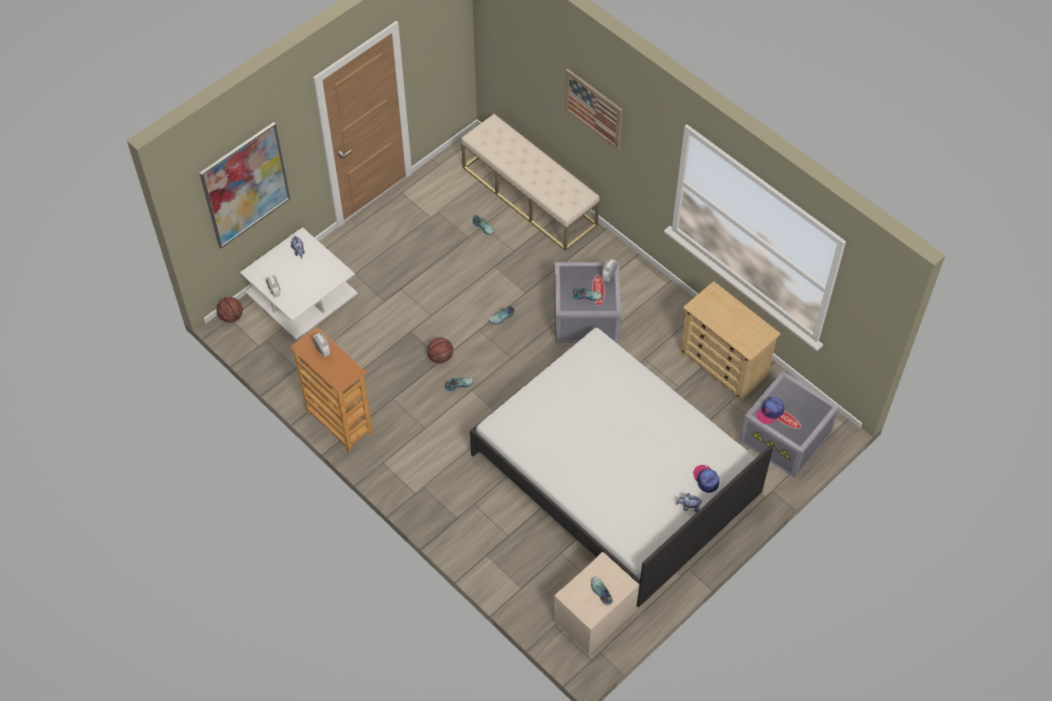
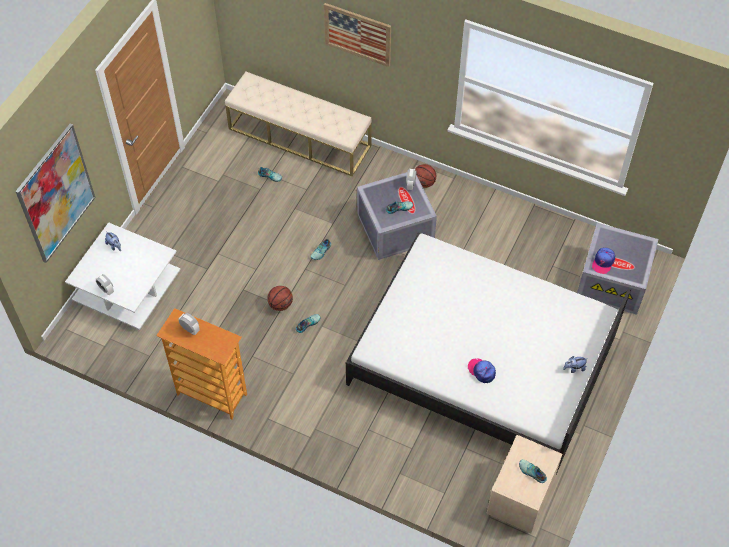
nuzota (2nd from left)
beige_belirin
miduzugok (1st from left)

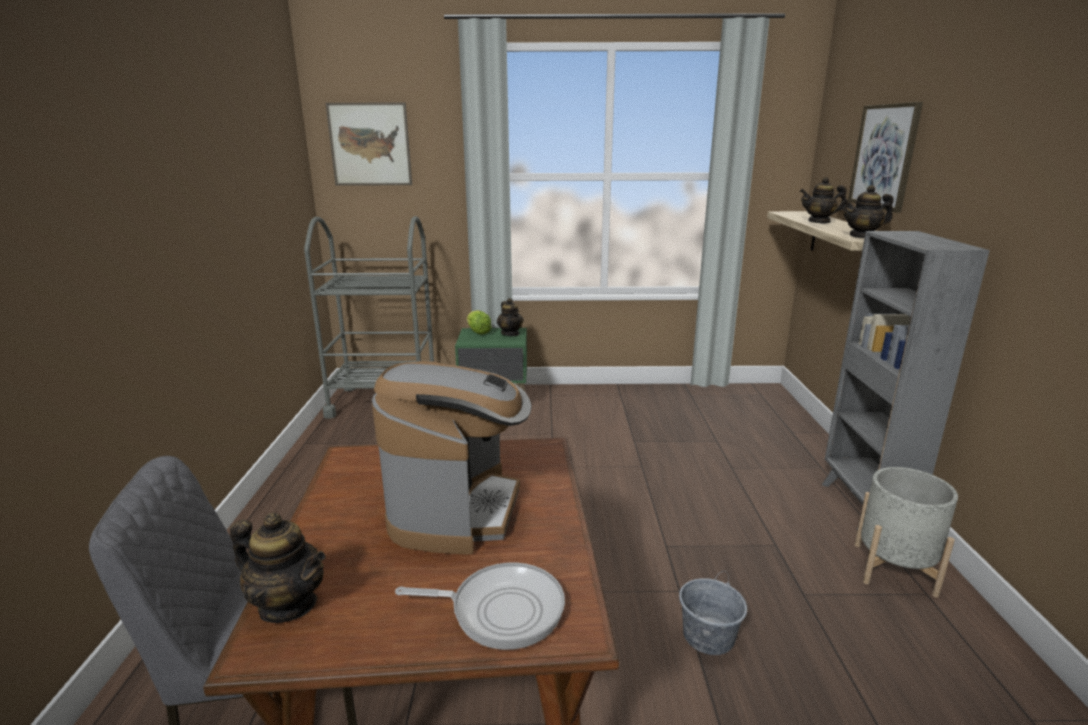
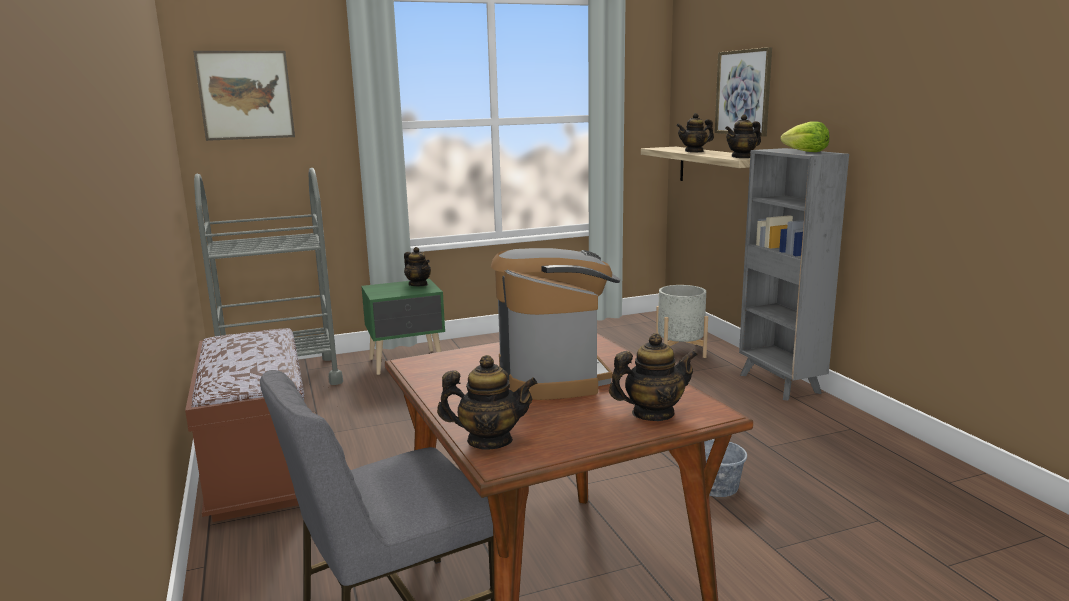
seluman (3rd from left)
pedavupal
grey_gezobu
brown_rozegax

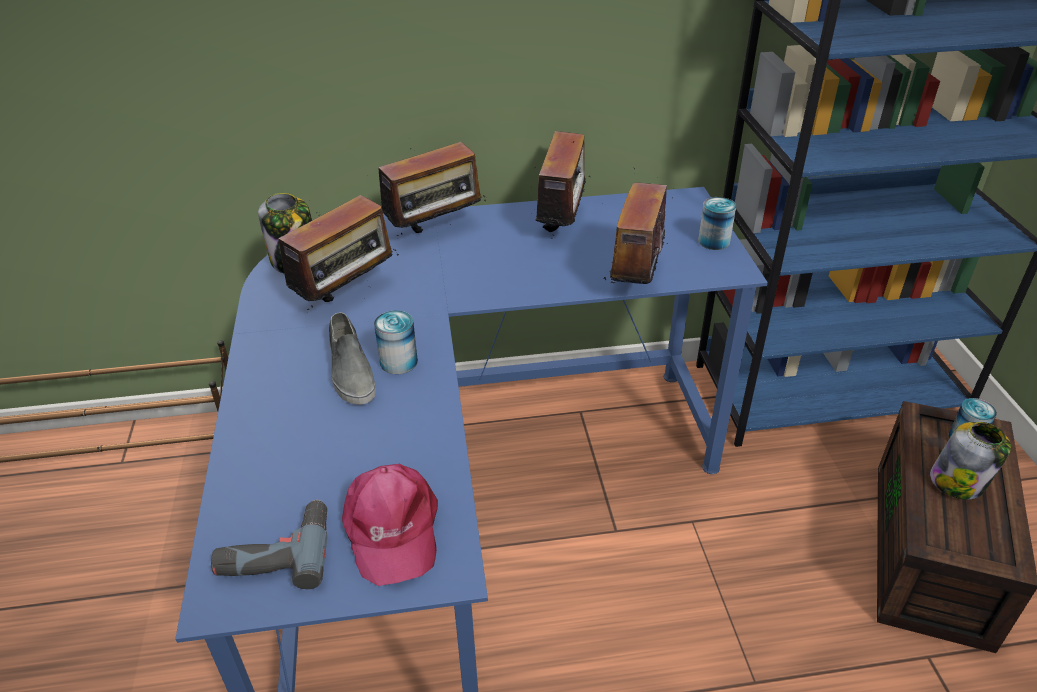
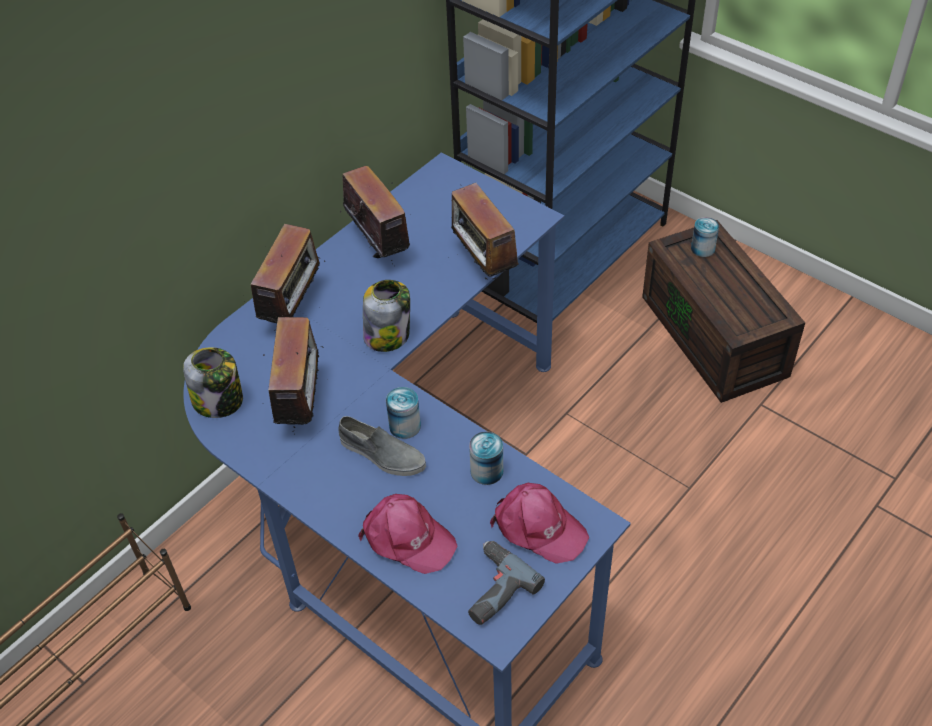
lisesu (2nd from left)
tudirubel (2nd from left)
pink_miduzugok (1st from left)

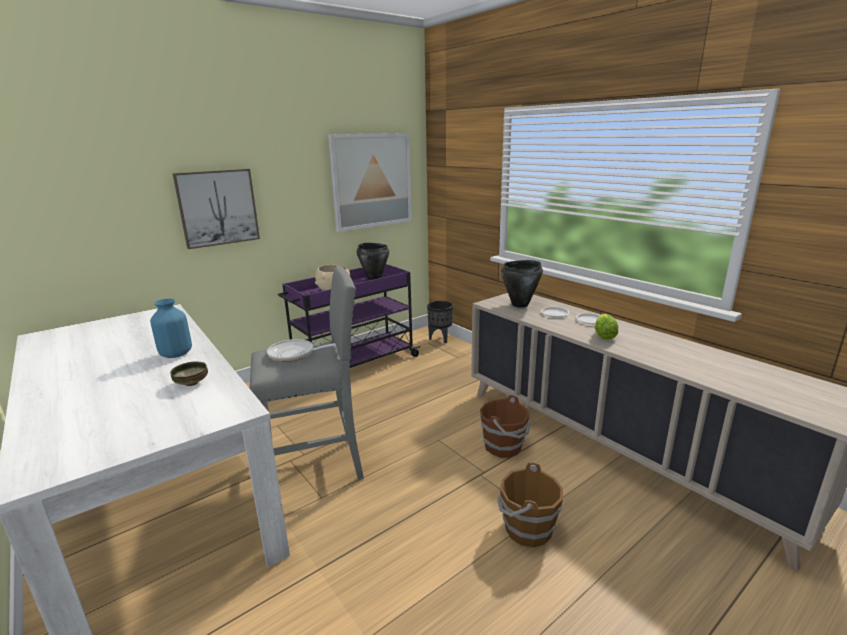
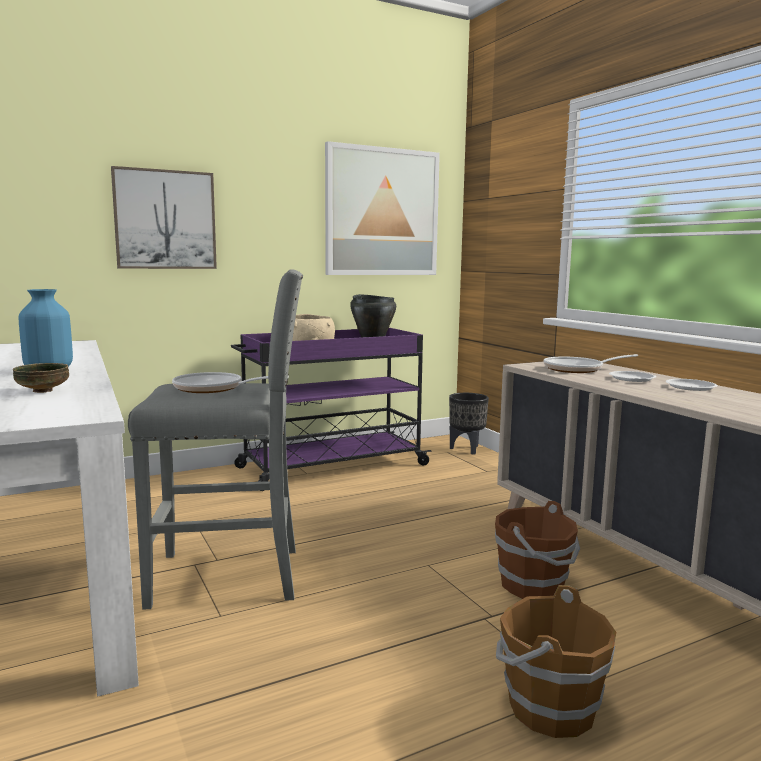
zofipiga (2nd from left)
pedavupal

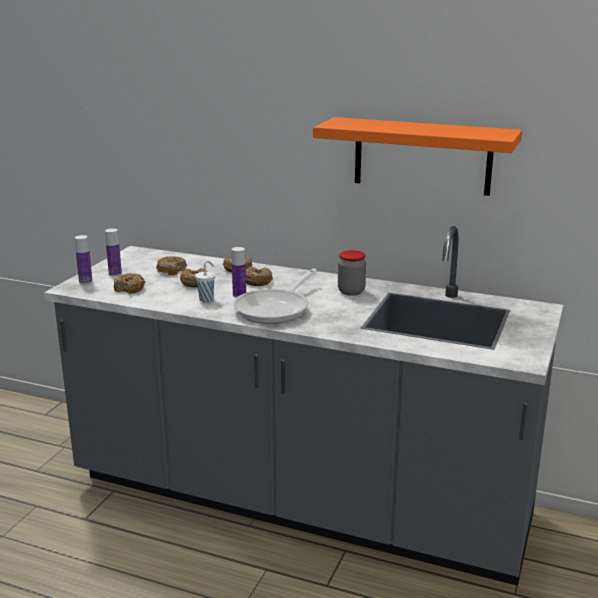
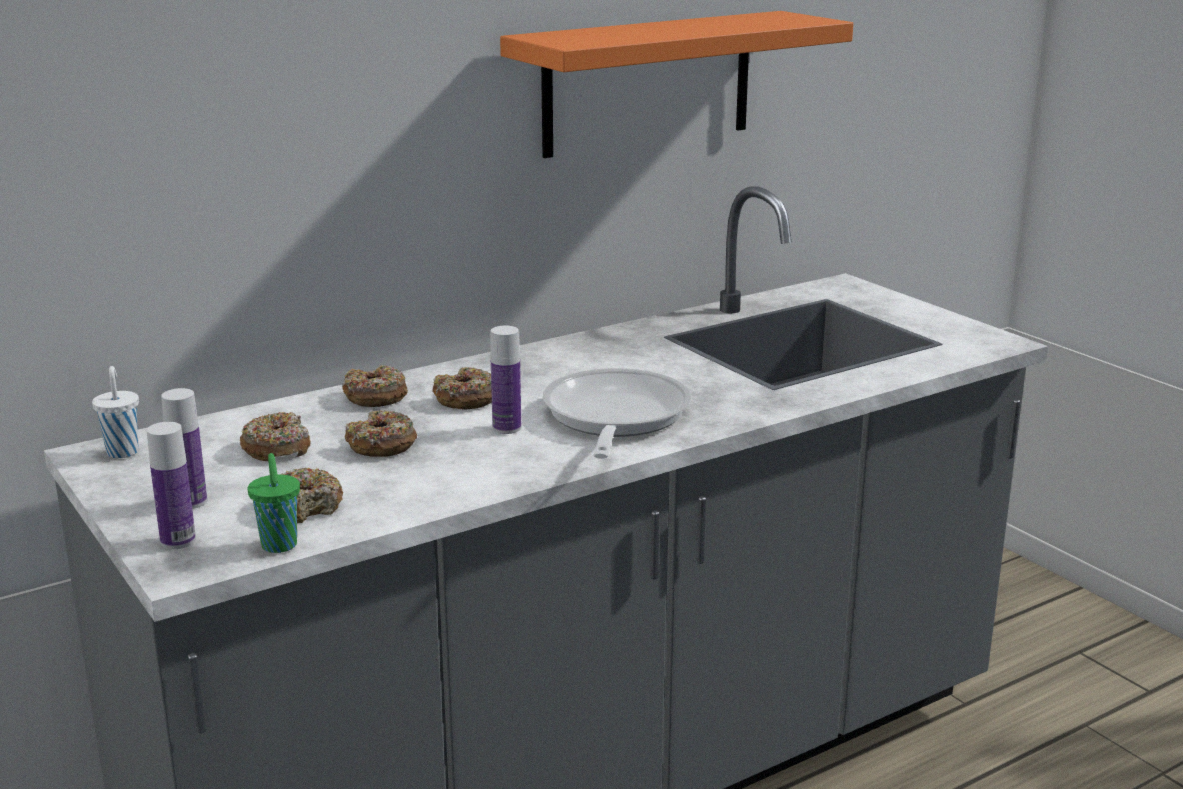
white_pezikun
zofipiga
tudirubel
green_pezikun

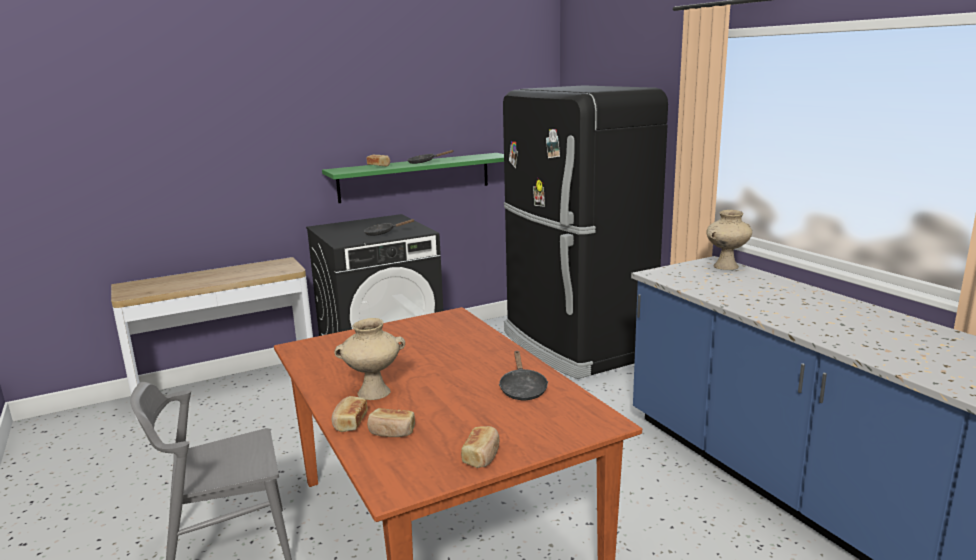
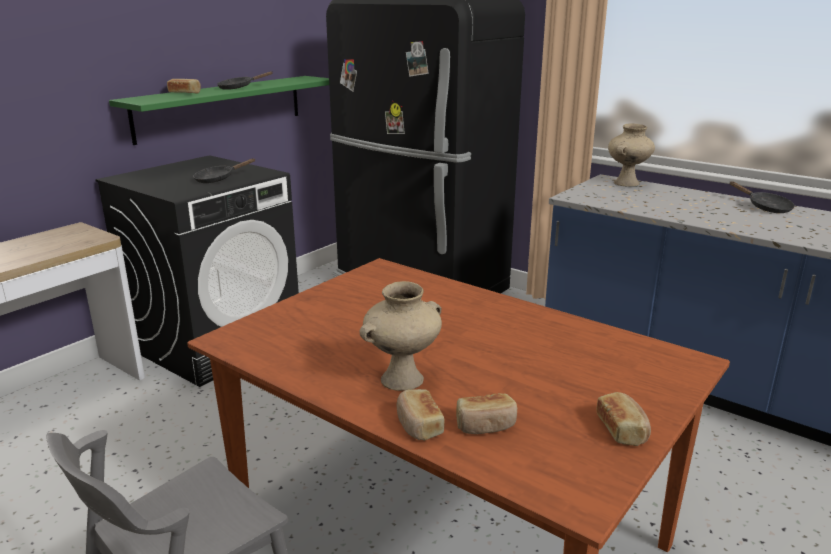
black_zofipiga (3rd from left)

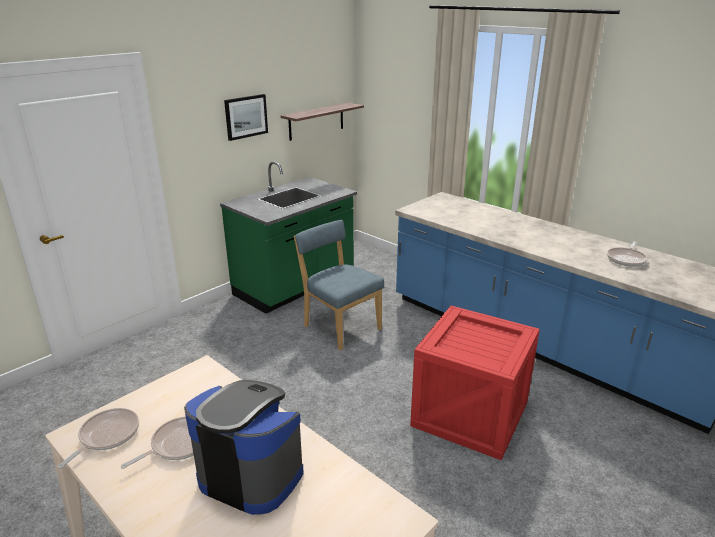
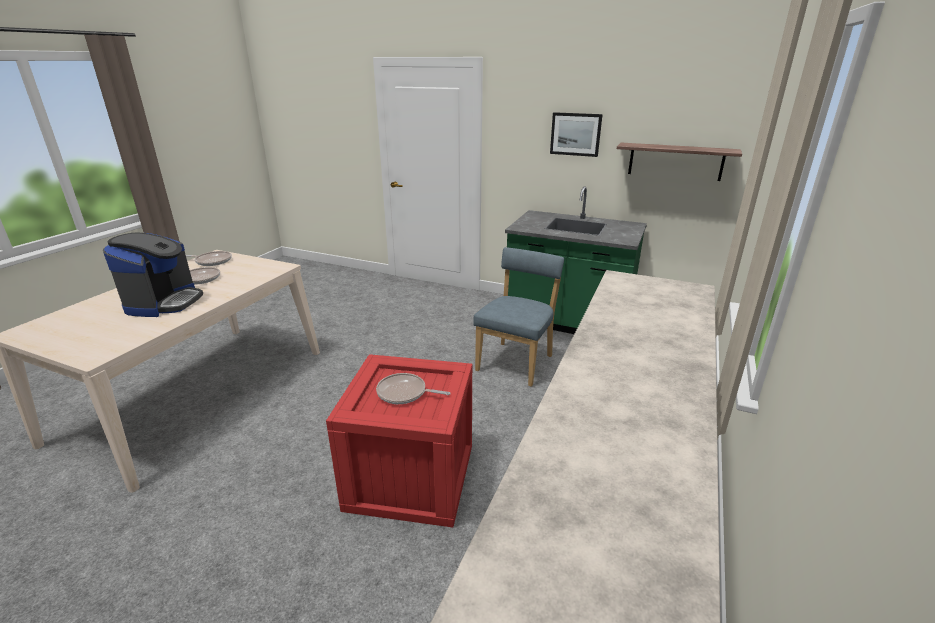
zofipiga (3rd from left)

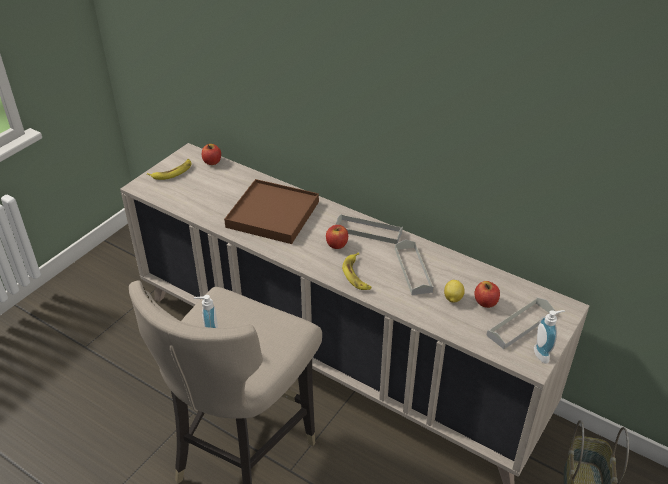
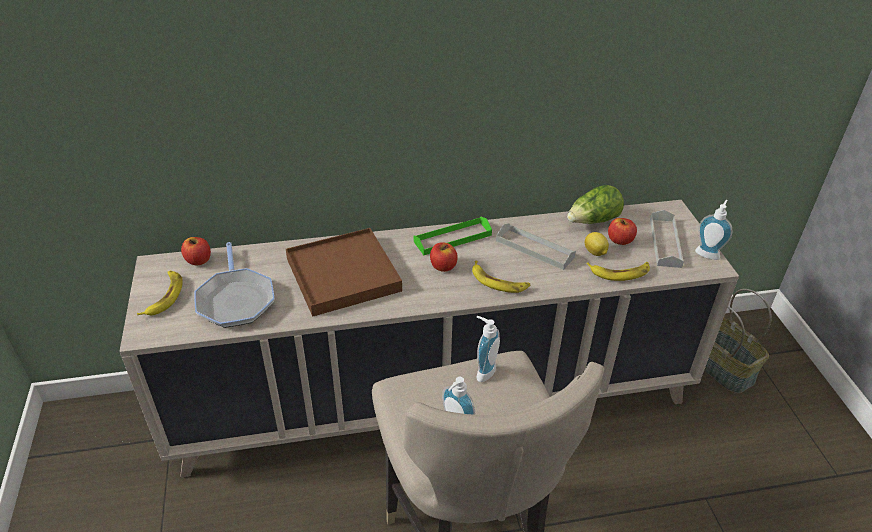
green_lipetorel
zofipiga
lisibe (2nd from left)
pedavupal
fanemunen (3rd from left)

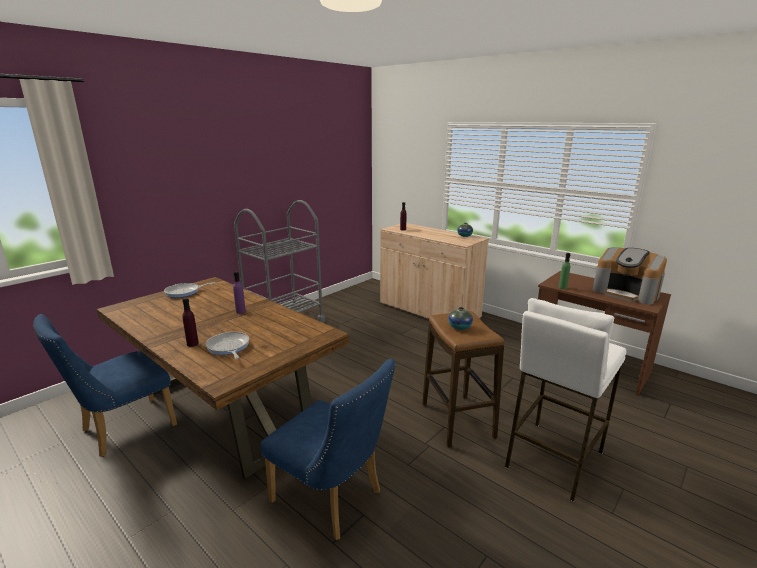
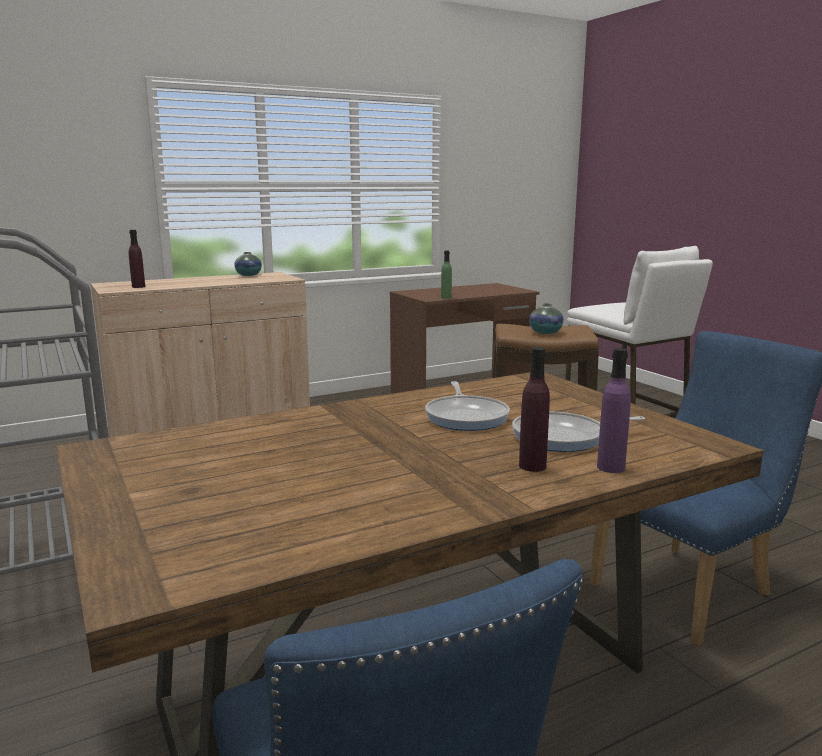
zofipiga (1st from left)
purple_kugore (3rd from left)
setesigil

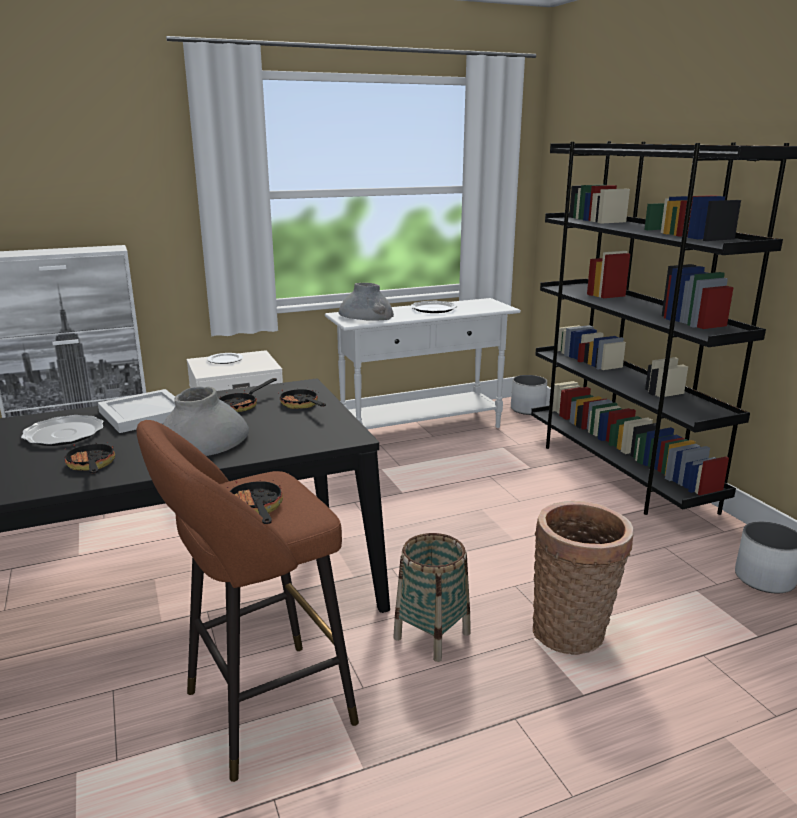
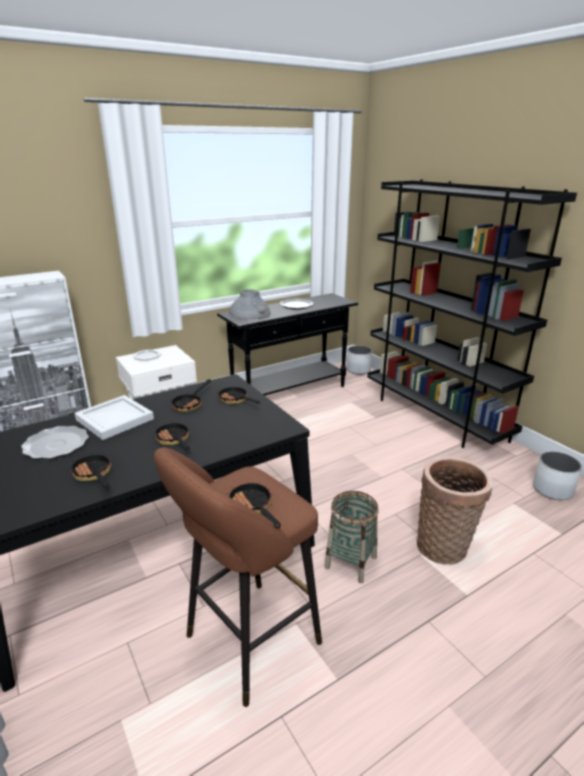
zofipiga (2nd from left)
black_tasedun

